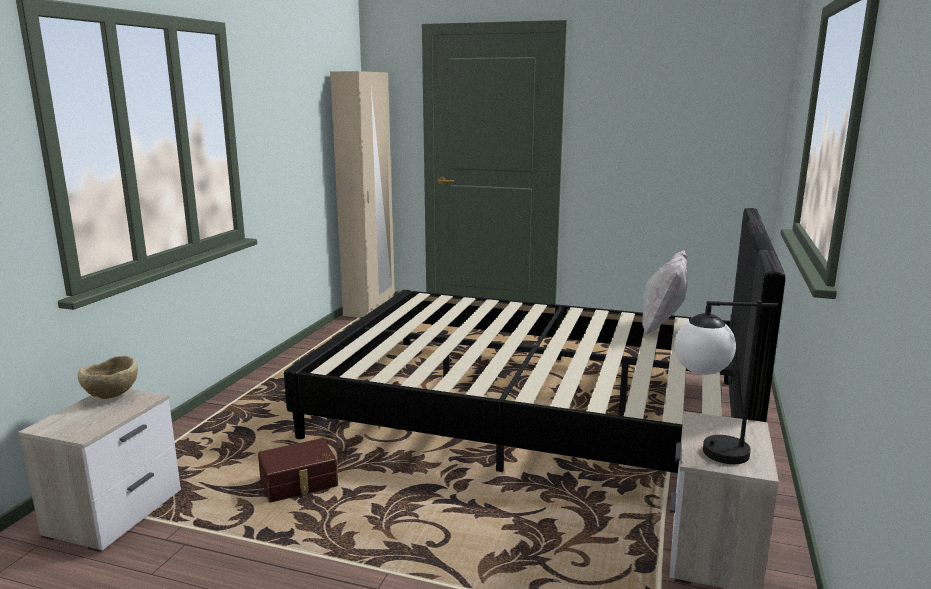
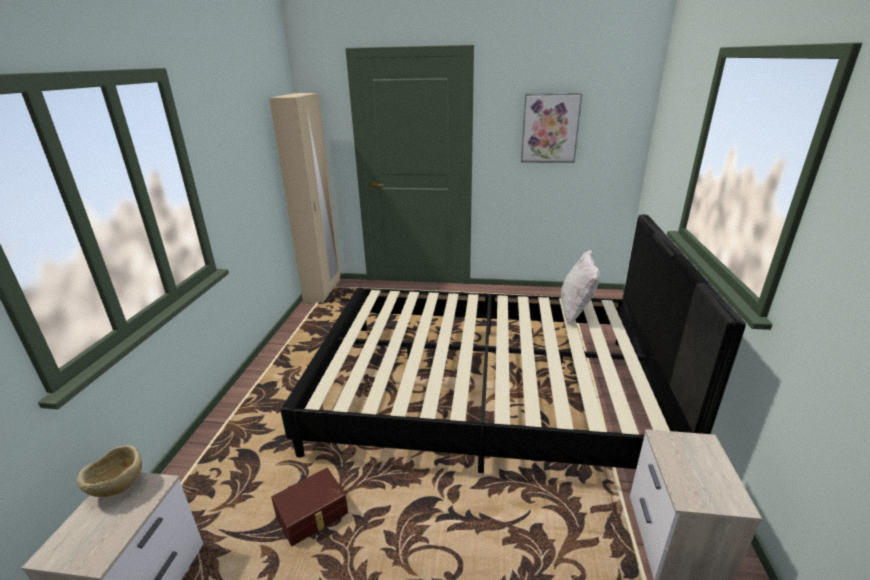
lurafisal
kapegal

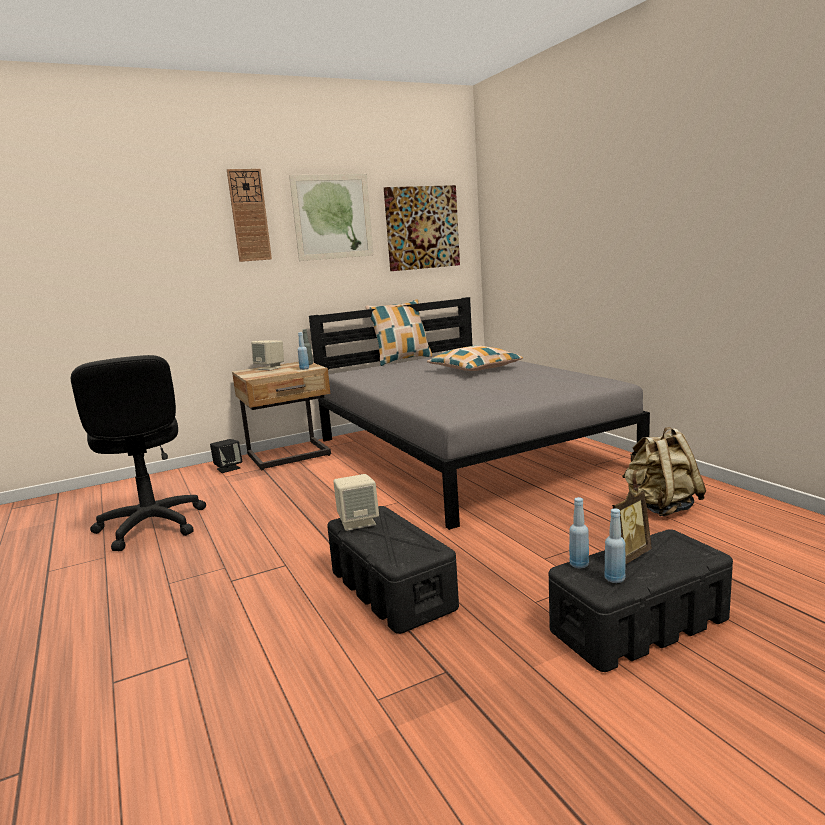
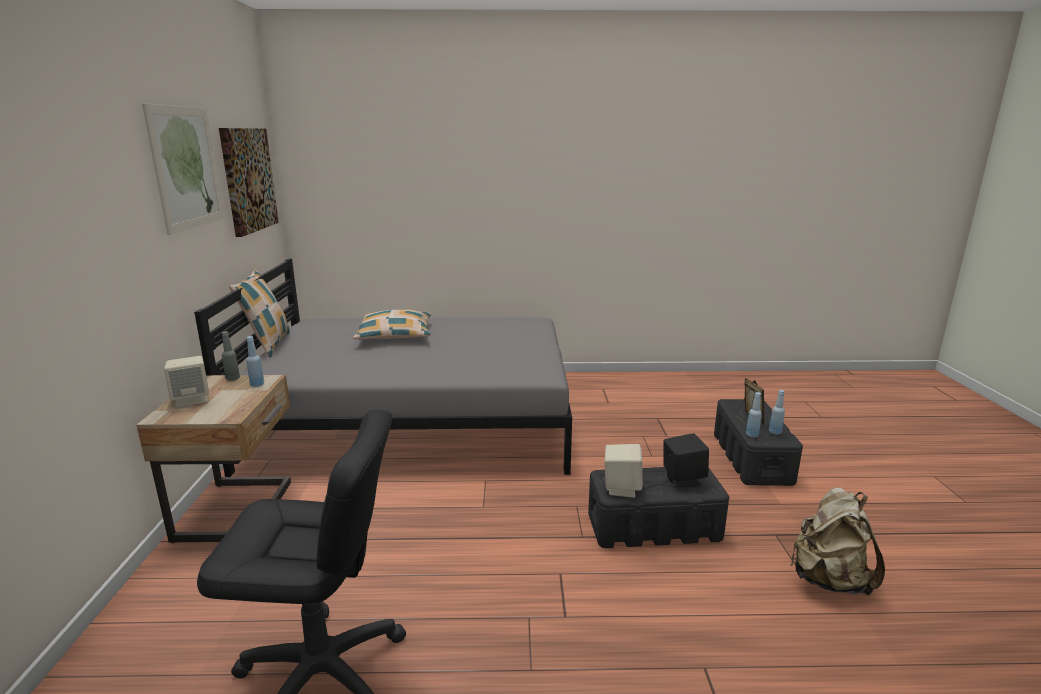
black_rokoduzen
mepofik
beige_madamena

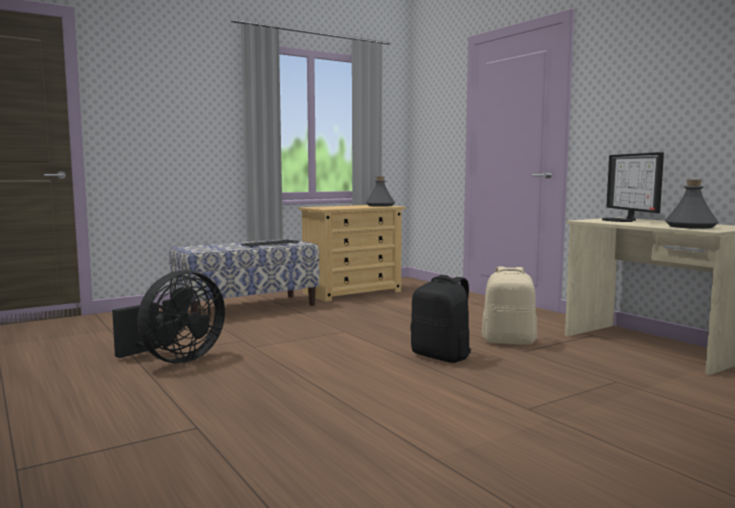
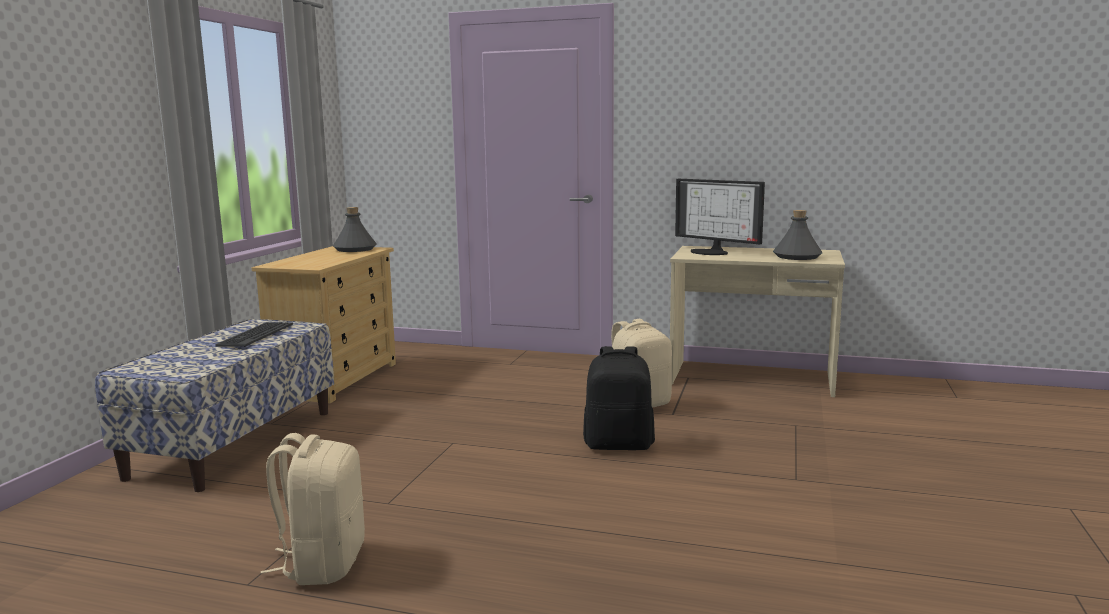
beige_madamena (1st from left)

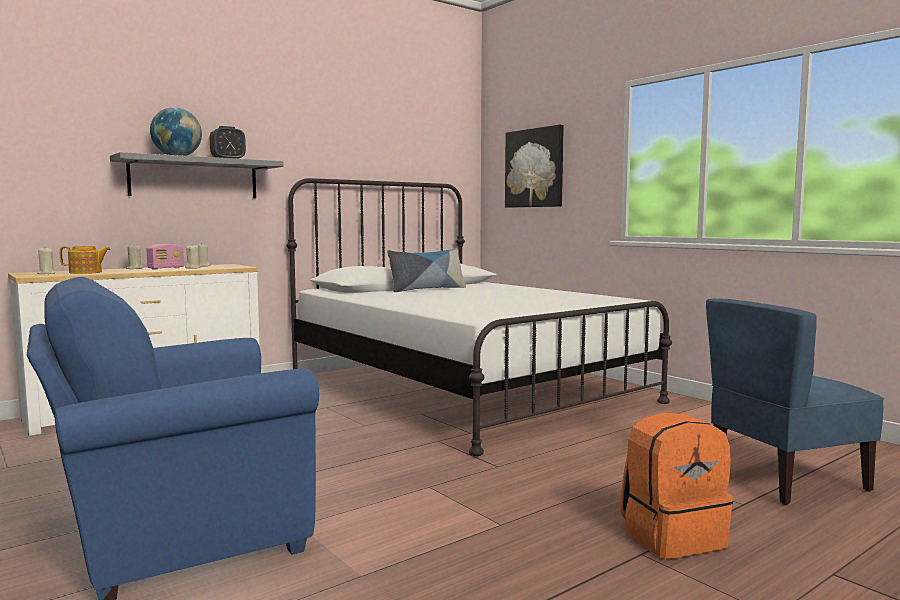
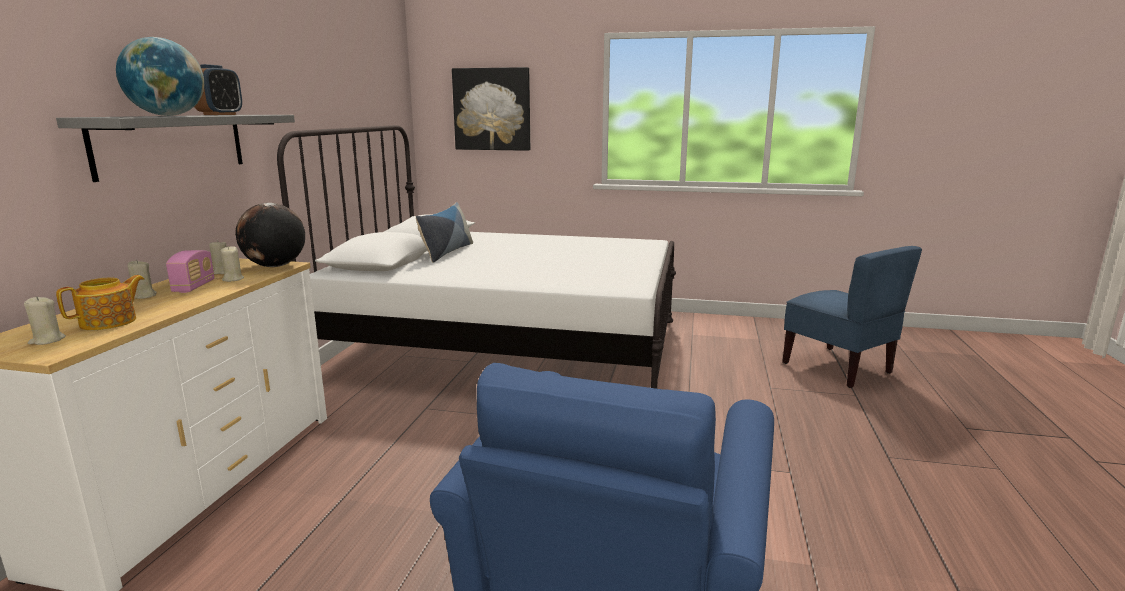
orange_madamena
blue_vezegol
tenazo (2nd from left)

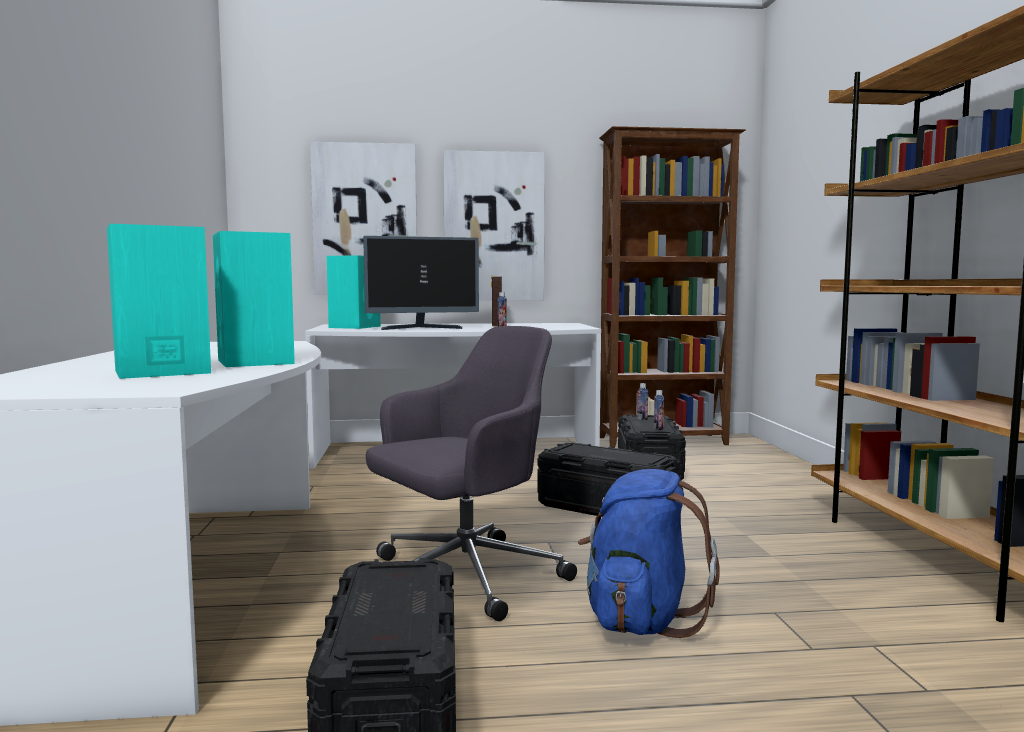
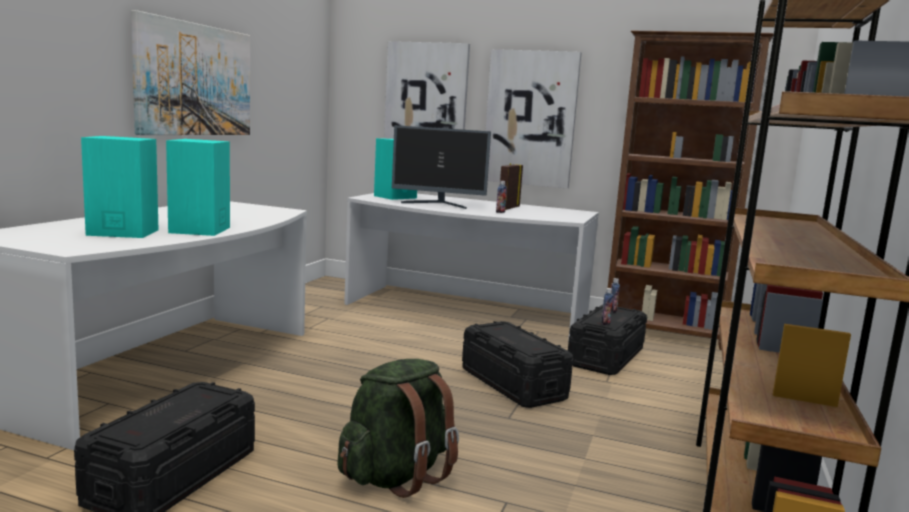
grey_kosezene
green_madamena
kapegal (1st from left)

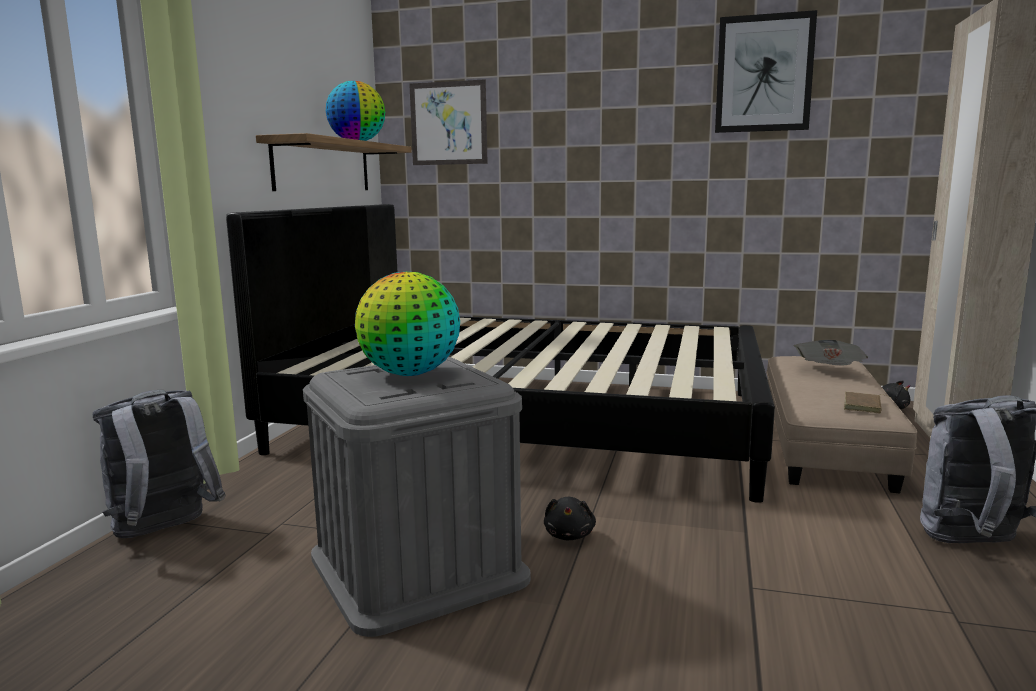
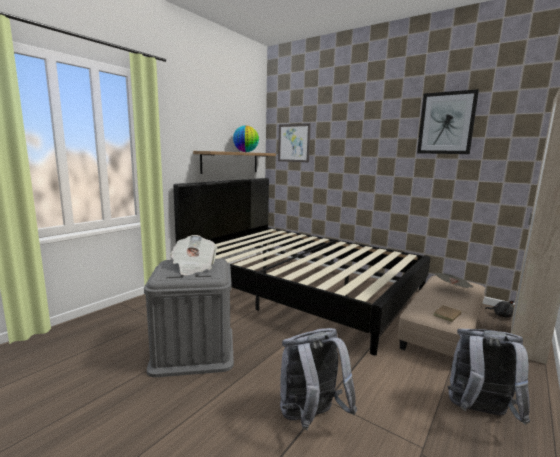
grey_madamena (1st from left)
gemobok (1st from left)
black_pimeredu (1st from left in the first image)

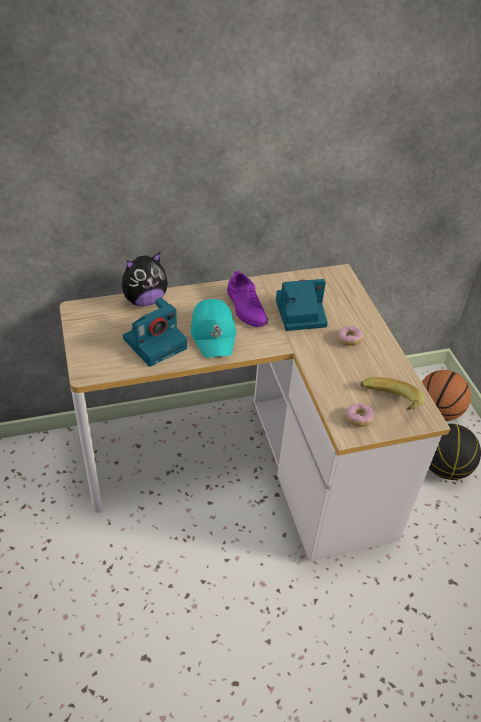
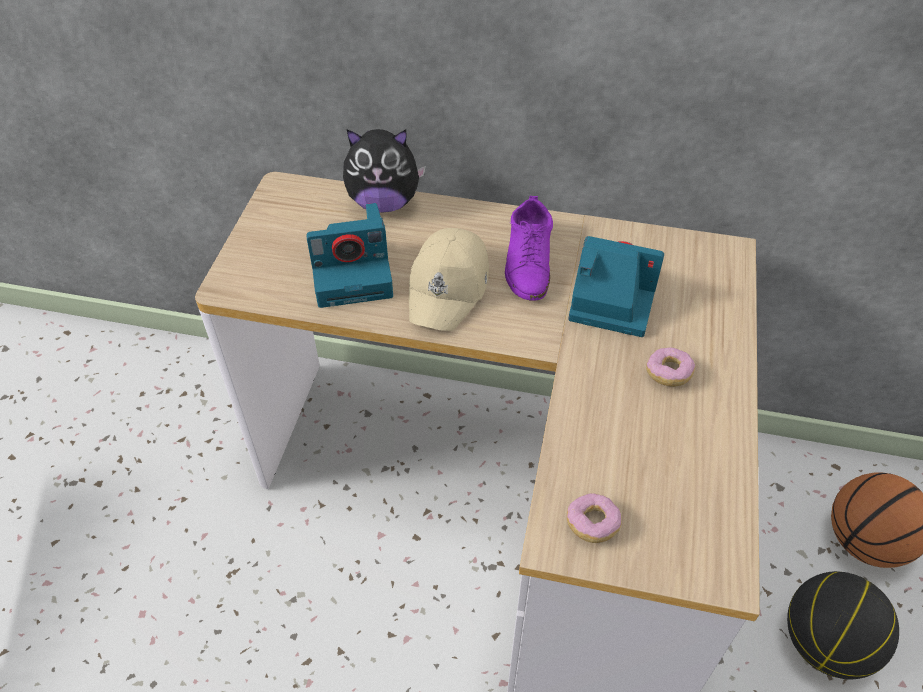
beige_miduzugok
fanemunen

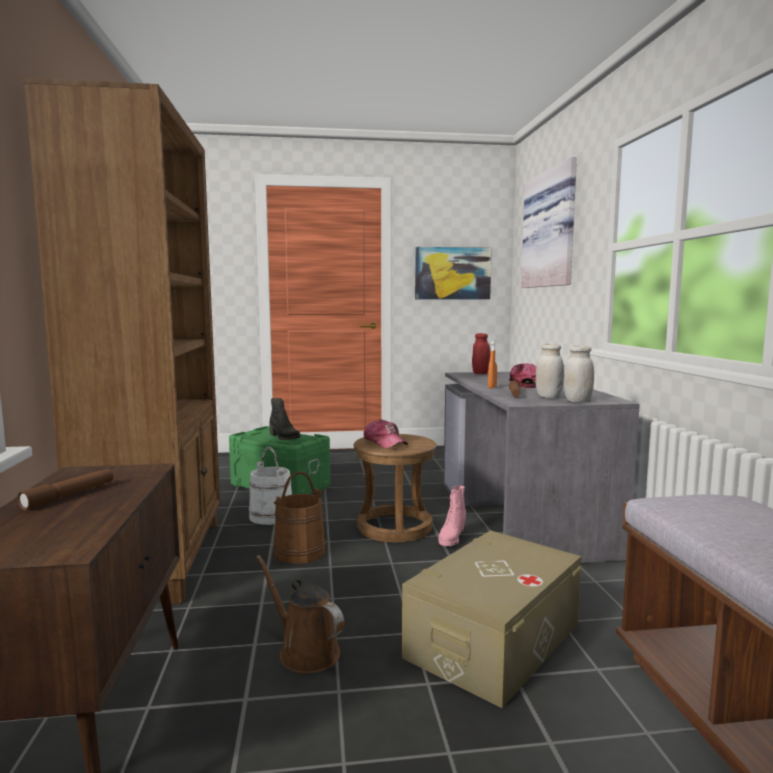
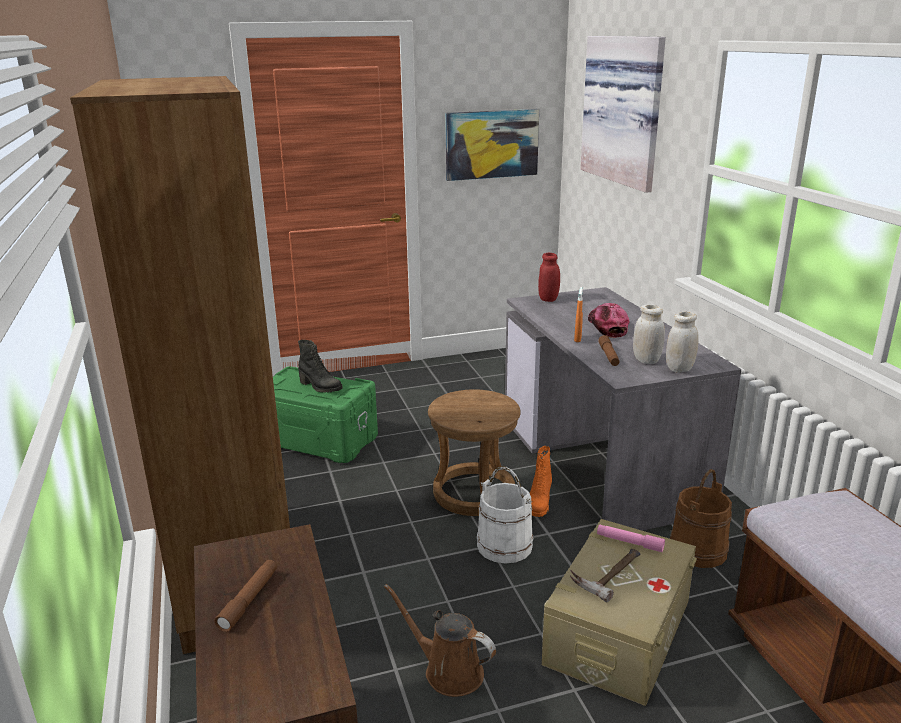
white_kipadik
brown_kipadik
miduzugok (1st from left in the first image)
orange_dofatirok
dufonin
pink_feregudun

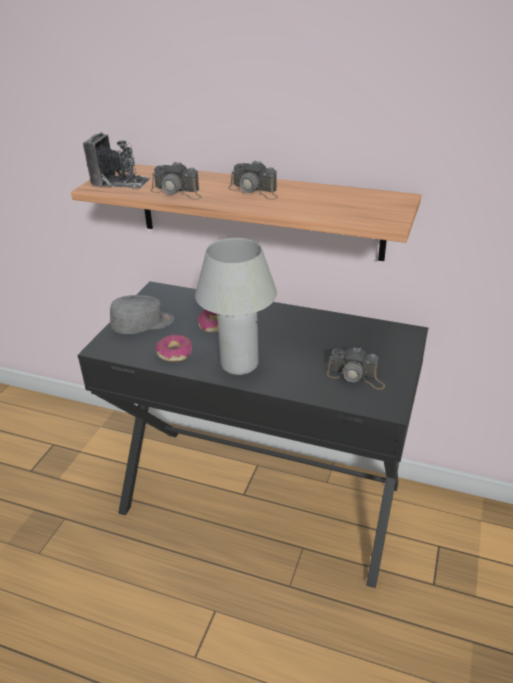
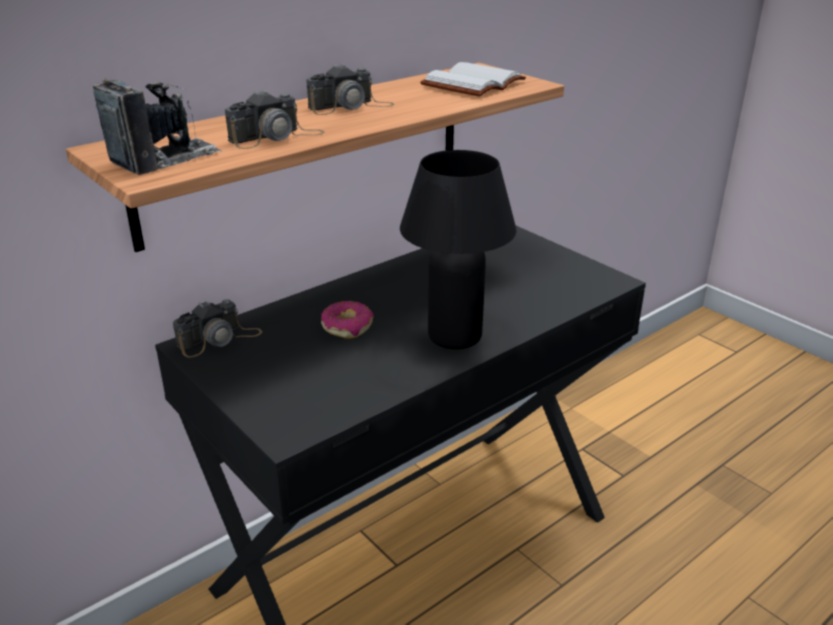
grey_miduzugok
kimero (1st from left in the first image)
black_lurafisal
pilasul (2nd from left)
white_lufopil

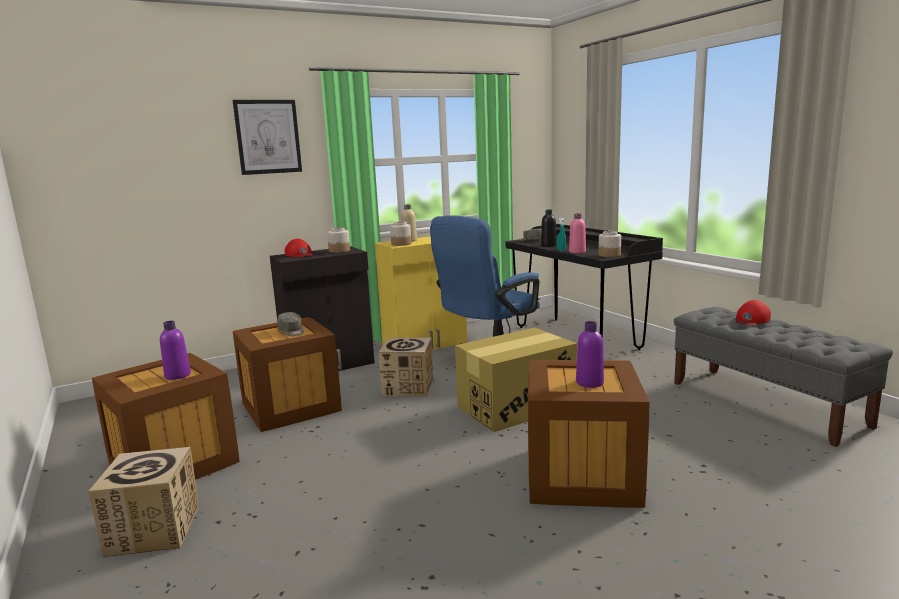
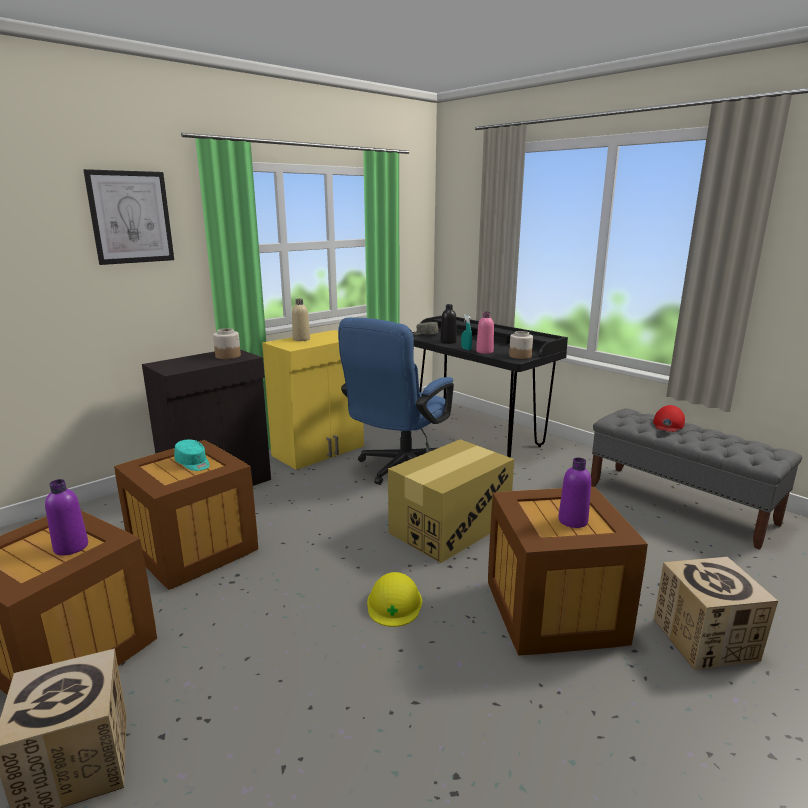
turquoise_miduzugok
red_miduzugok (1st from left in the first image)
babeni (3rd from left)
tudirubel (2nd from left in the first image)
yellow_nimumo

